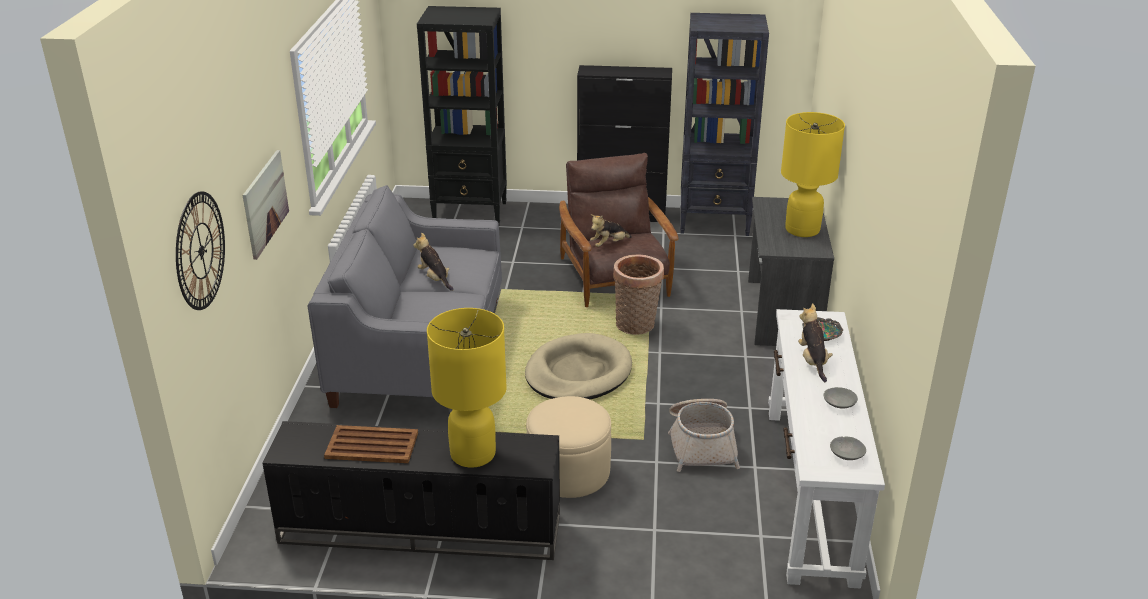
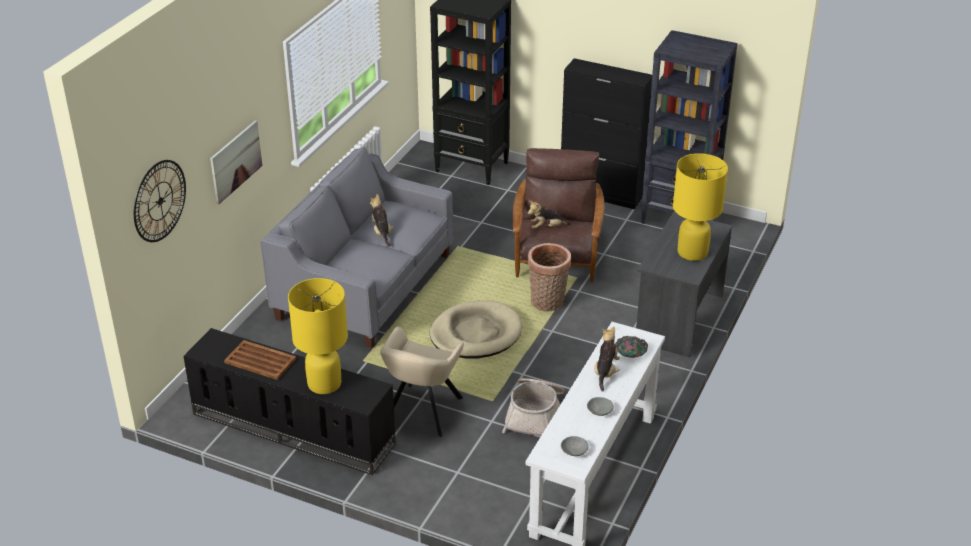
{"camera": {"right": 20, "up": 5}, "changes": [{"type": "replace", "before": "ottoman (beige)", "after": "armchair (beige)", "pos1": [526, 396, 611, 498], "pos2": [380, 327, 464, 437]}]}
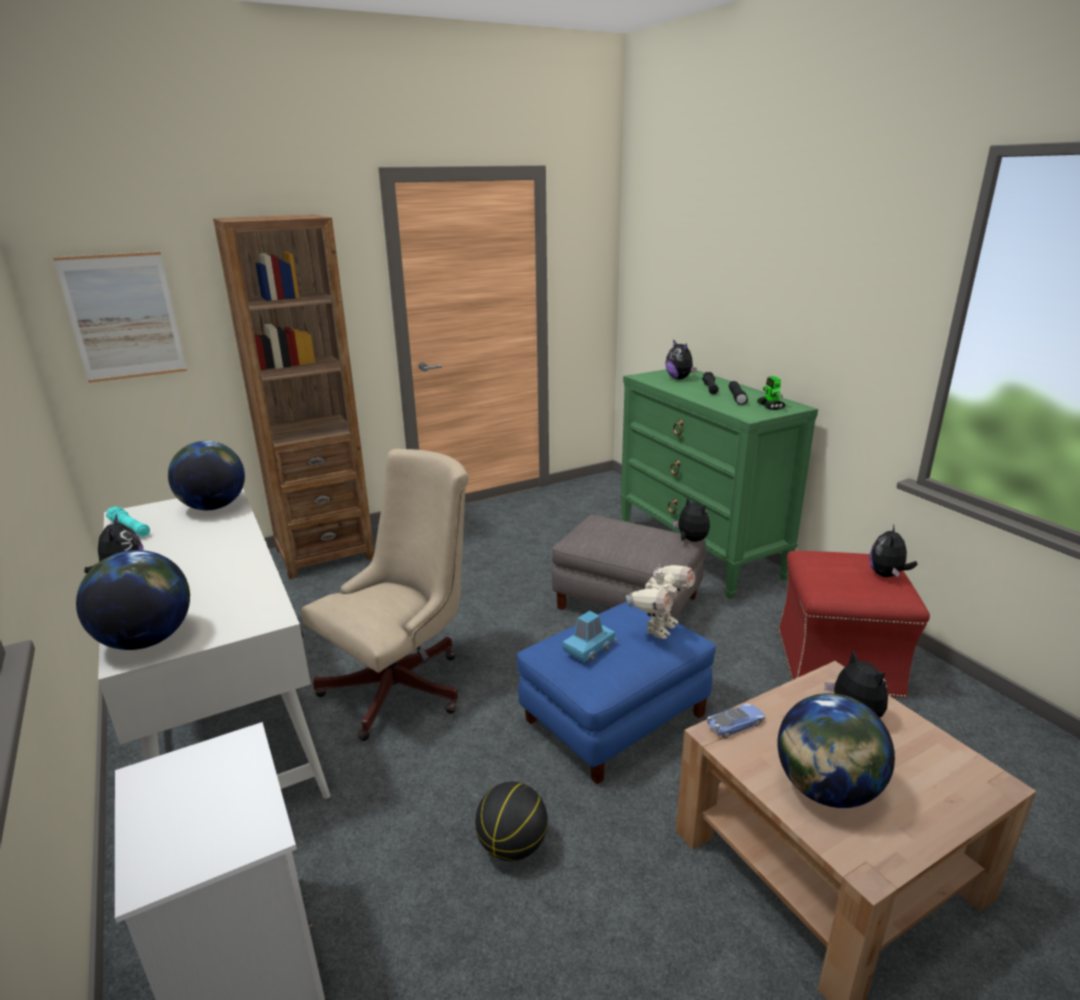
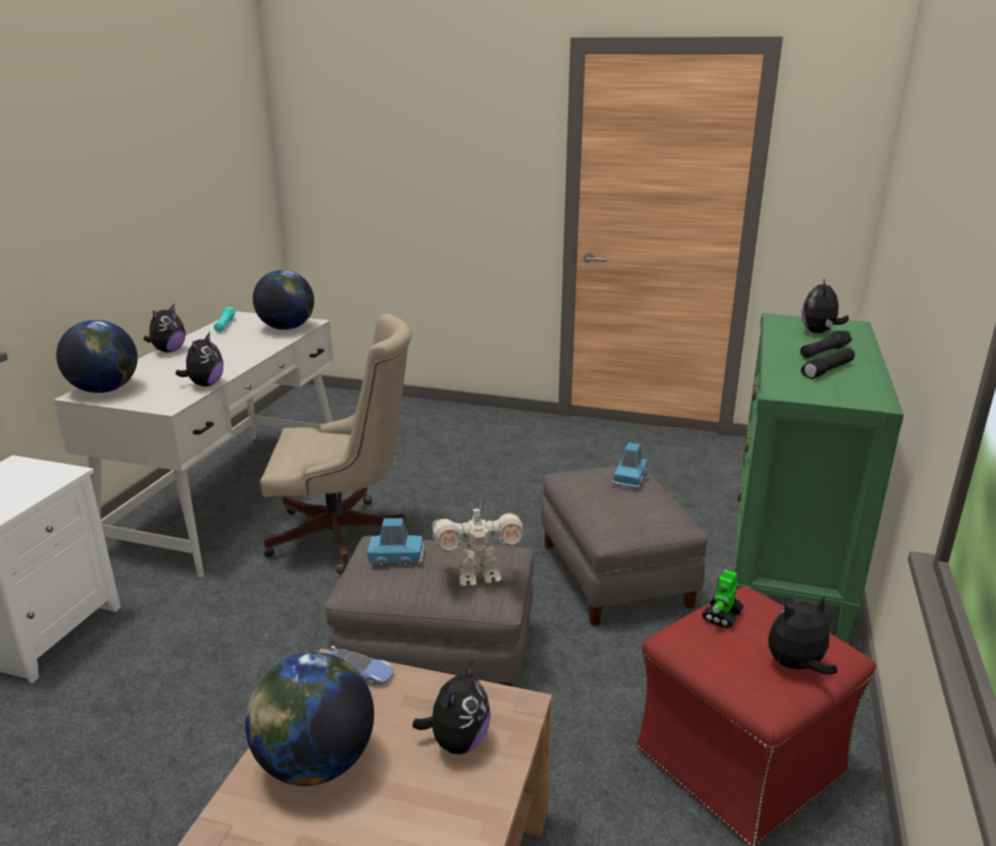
{"camera": {"right": 45, "up": 0}, "changes": [{"type": "delete", "before": "bookcase (brown)", "pos1": [213, 215, 374, 579]}, {"type": "delete", "before": "picture", "pos1": [53, 252, 187, 383]}, {"type": "move", "before": "toy robot", "pos1": [757, 376, 785, 410], "pos2": [702, 569, 744, 628]}, {"type": "move", "before": "plush toy", "pos1": [673, 497, 710, 542], "pos2": [176, 332, 224, 387]}, {"type": "recolor", "before": "ottoman (blue)", "after": "ottoman (grey)", "pos1": [517, 601, 716, 784], "pos2": [325, 536, 534, 687]}, {"type": "delete", "before": "basketball", "pos1": [475, 782, 548, 861]}, {"type": "insert", "after": "toy car (blue)", "pos2": [612, 443, 647, 488]}]}
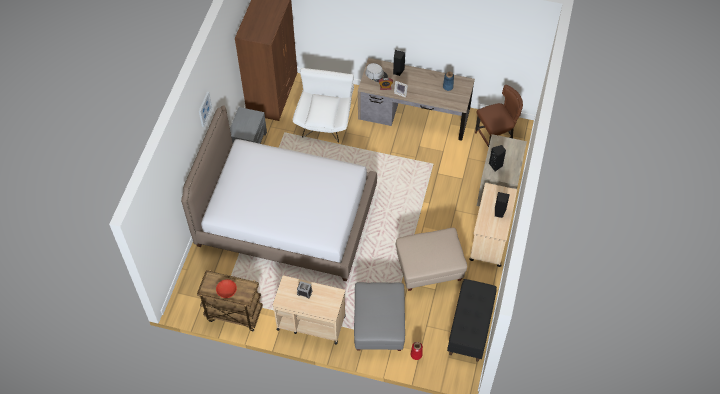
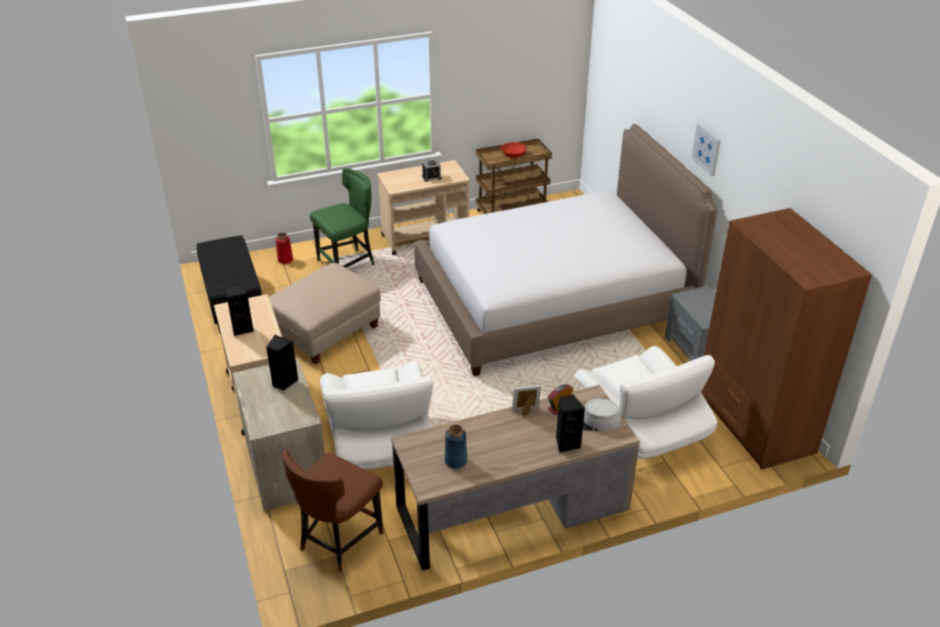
{"camera": {"right": 145, "up": -20}, "changes": [{"type": "replace", "before": "ottoman (grey)", "after": "chair (green)", "pos1": [354, 282, 405, 351], "pos2": [310, 168, 375, 268]}, {"type": "insert", "after": "armchair (white)", "pos2": [320, 361, 433, 470]}]}
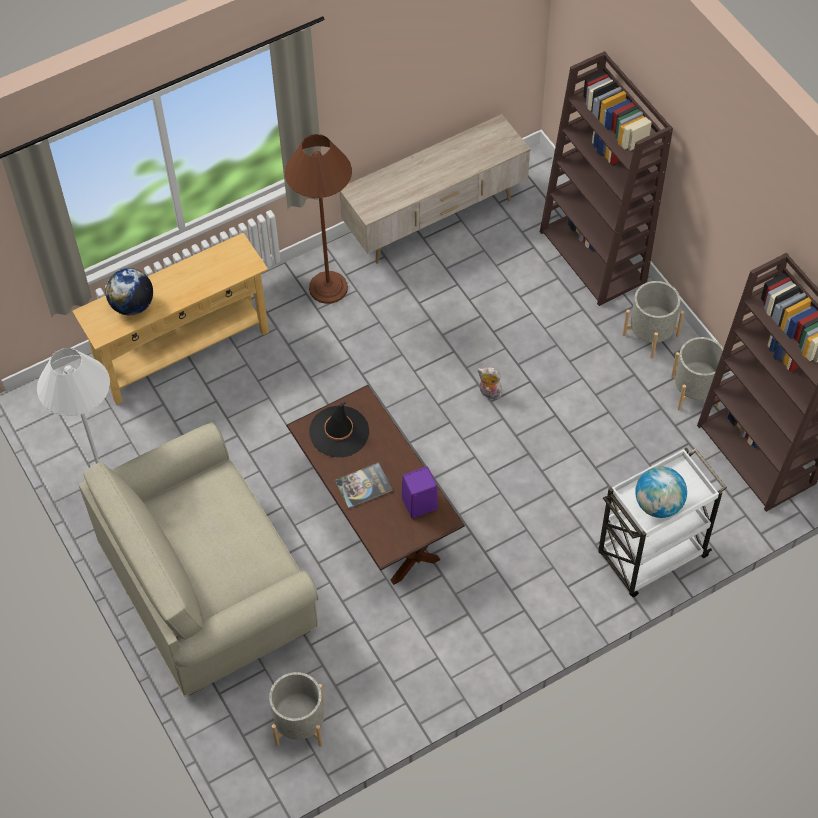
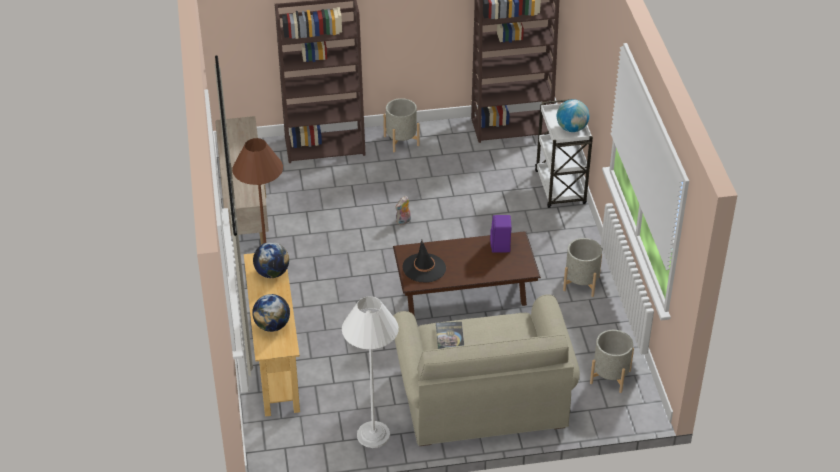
{"camera": {"right": -70, "up": -15}, "changes": [{"type": "move", "before": "planter (grey)", "pos1": [671, 337, 724, 411], "pos2": [563, 238, 602, 297]}, {"type": "move", "before": "book", "pos1": [335, 462, 393, 509], "pos2": [436, 322, 464, 349]}, {"type": "insert", "after": "globe", "pos2": [253, 242, 289, 278]}]}
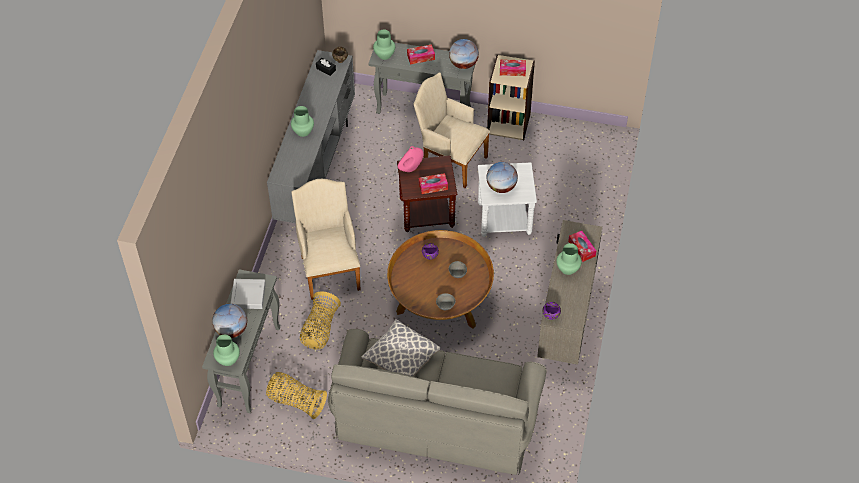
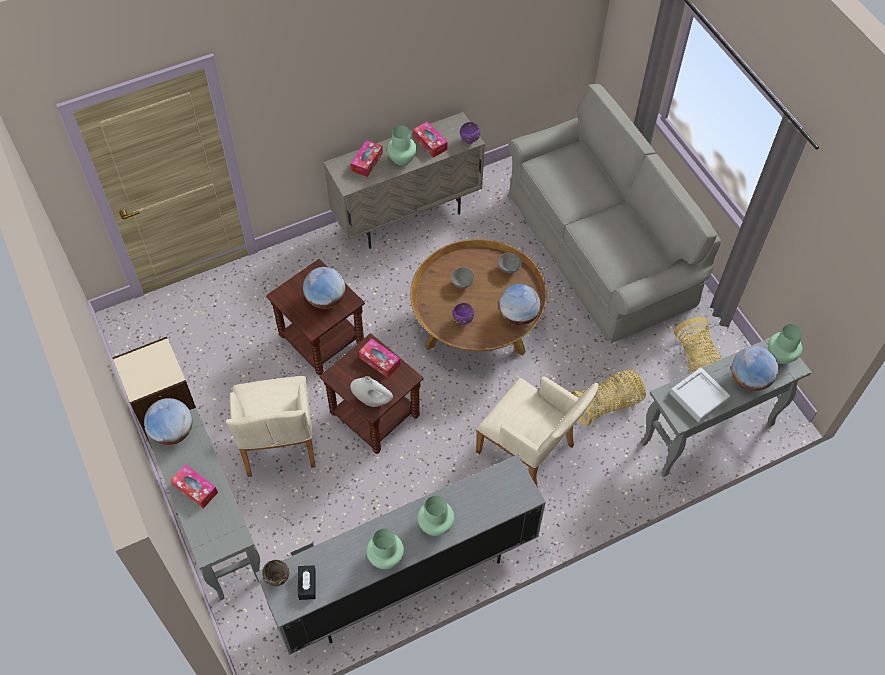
{"camera": {"right": -130, "up": 5}, "changes": [{"type": "move", "before": "vase (green)", "pos1": [373, 30, 395, 60], "pos2": [366, 529, 404, 569]}, {"type": "move", "before": "tissue box", "pos1": [500, 59, 526, 76], "pos2": [413, 121, 448, 157]}, {"type": "recolor", "before": "vase (pink)", "after": "vase (white)", "pos1": [398, 146, 424, 172], "pos2": [350, 376, 393, 407]}, {"type": "recolor", "before": "side table (white)", "after": "side table (brown)", "pos1": [478, 162, 537, 237], "pos2": [266, 259, 365, 376]}, {"type": "rotate", "before": "armchair (beige)", "pos1": [291, 179, 361, 300], "pos2": [476, 376, 599, 488], "turn": -90}, {"type": "delete", "before": "pillow", "pos1": [361, 319, 441, 377]}, {"type": "insert", "after": "globe", "pos2": [499, 284, 541, 325]}]}
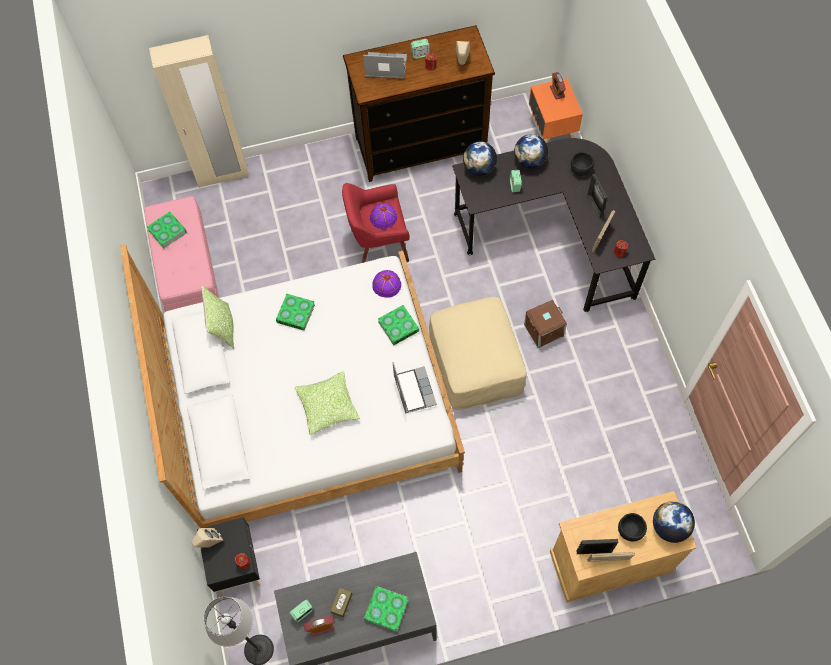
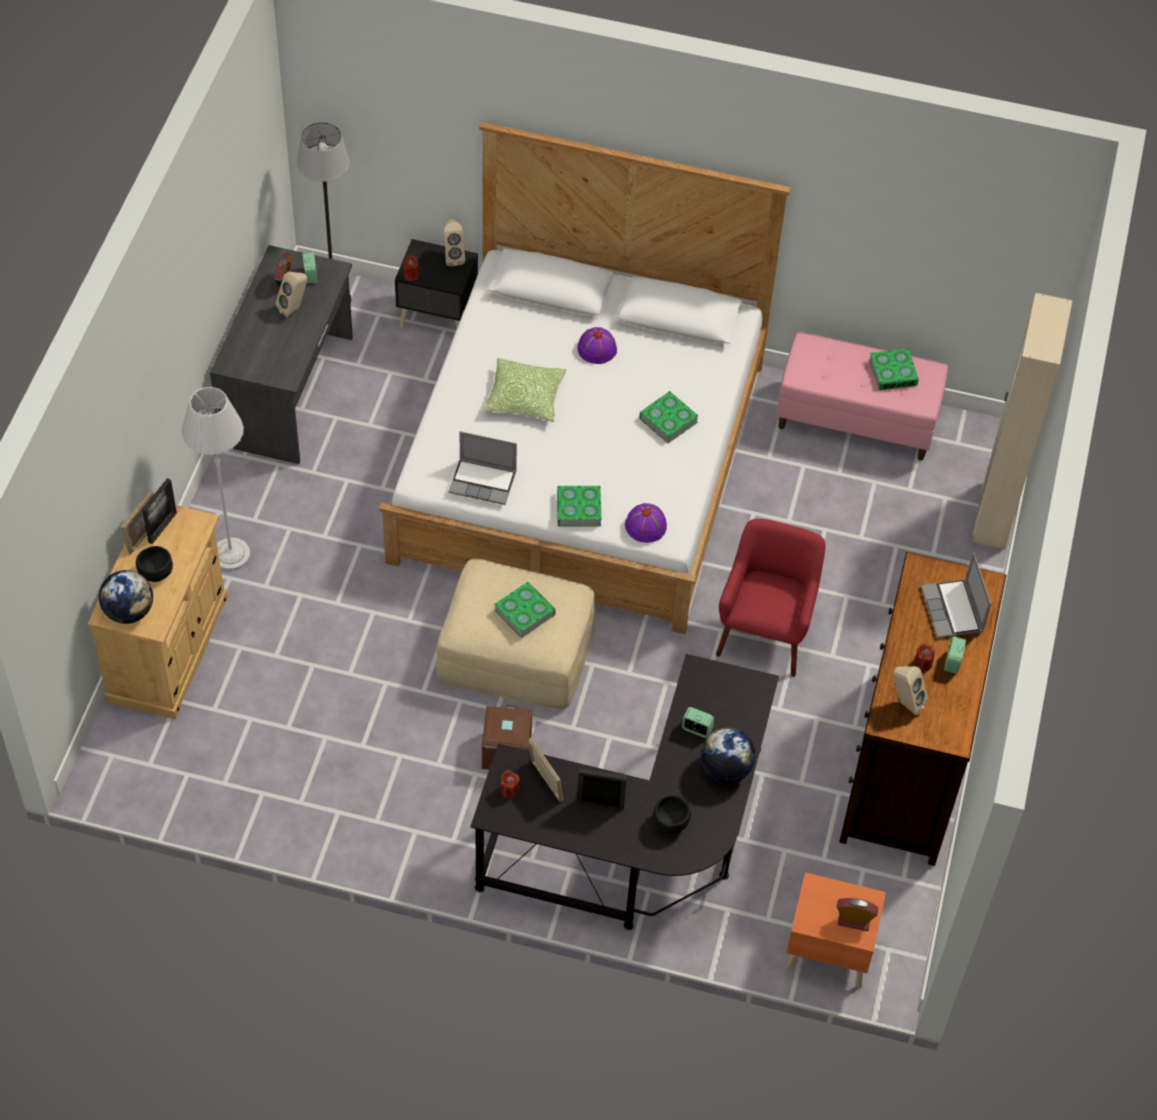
{"camera": {"right": 115, "up": -10}, "changes": [{"type": "rotate", "before": "laptop", "pos1": [363, 52, 407, 79], "pos2": [921, 552, 991, 638], "turn": 135}, {"type": "delete", "before": "globe", "pos1": [463, 141, 497, 176]}, {"type": "move", "before": "hat (purple)", "pos1": [370, 203, 397, 229], "pos2": [577, 327, 617, 364]}, {"type": "delete", "before": "pillow", "pos1": [202, 285, 234, 349]}, {"type": "move", "before": "book", "pos1": [364, 586, 409, 632], "pos2": [494, 582, 556, 638]}, {"type": "replace", "before": "tissue box (brown)", "after": "speaker (beige)", "pos1": [330, 588, 352, 617], "pos2": [275, 272, 307, 318]}, {"type": "insert", "after": "floor lamp (grey)", "pos2": [182, 387, 250, 571]}]}
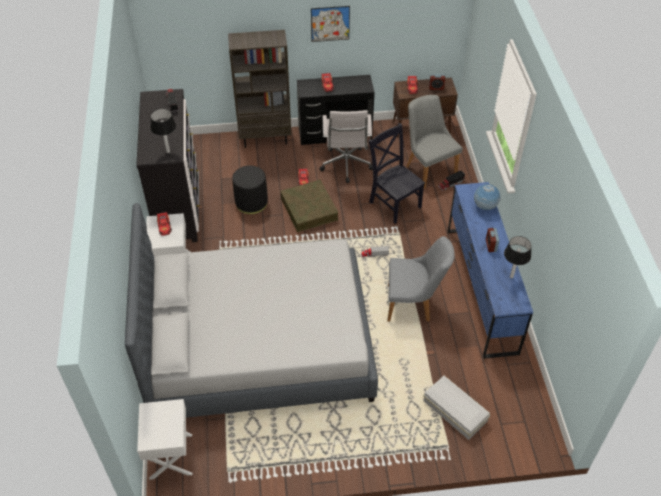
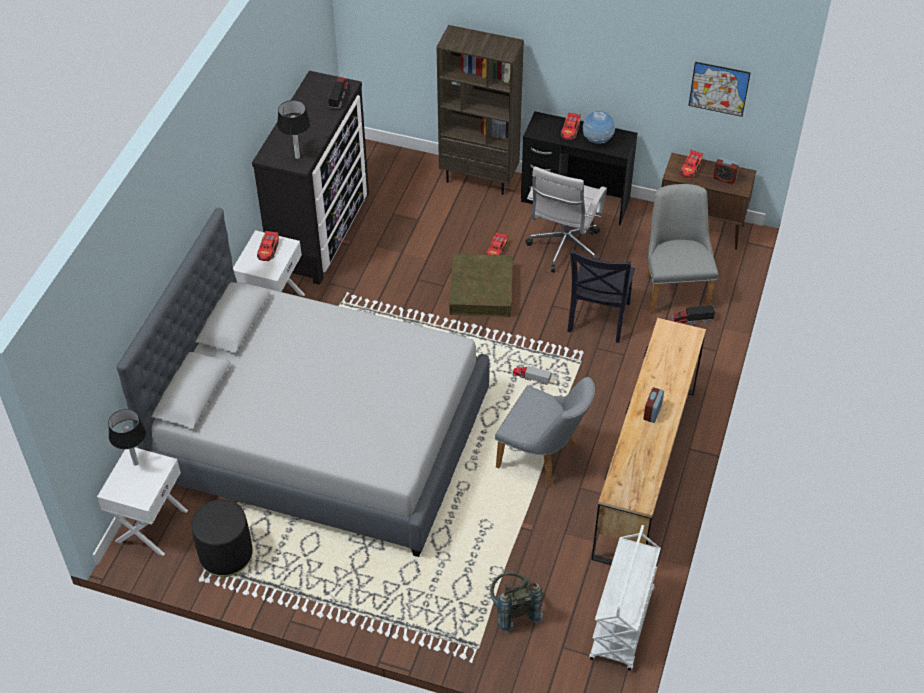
{"camera": {"right": 25, "up": 0}, "changes": [{"type": "move", "before": "picture", "pos1": [311, 6, 350, 42], "pos2": [688, 62, 751, 117]}, {"type": "rotate", "before": "chair (black)", "pos1": [369, 123, 425, 224], "pos2": [567, 249, 635, 343], "turn": -150}, {"type": "move", "before": "ottoman (black)", "pos1": [232, 166, 268, 214], "pos2": [191, 499, 253, 577]}, {"type": "recolor", "before": "dresser (blue)", "after": "dresser (brown)", "pos1": [448, 182, 533, 359], "pos2": [592, 318, 706, 565]}, {"type": "move", "before": "globe", "pos1": [474, 184, 501, 210], "pos2": [583, 111, 615, 144]}, {"type": "move", "before": "table lamp", "pos1": [504, 236, 531, 278], "pos2": [108, 409, 146, 466]}, {"type": "replace", "before": "storage box (white)", "after": "backpack (grey)", "pos1": [423, 376, 490, 440], "pos2": [490, 572, 543, 632]}, {"type": "insert", "after": "cart (white)", "pos2": [590, 525, 661, 671]}]}
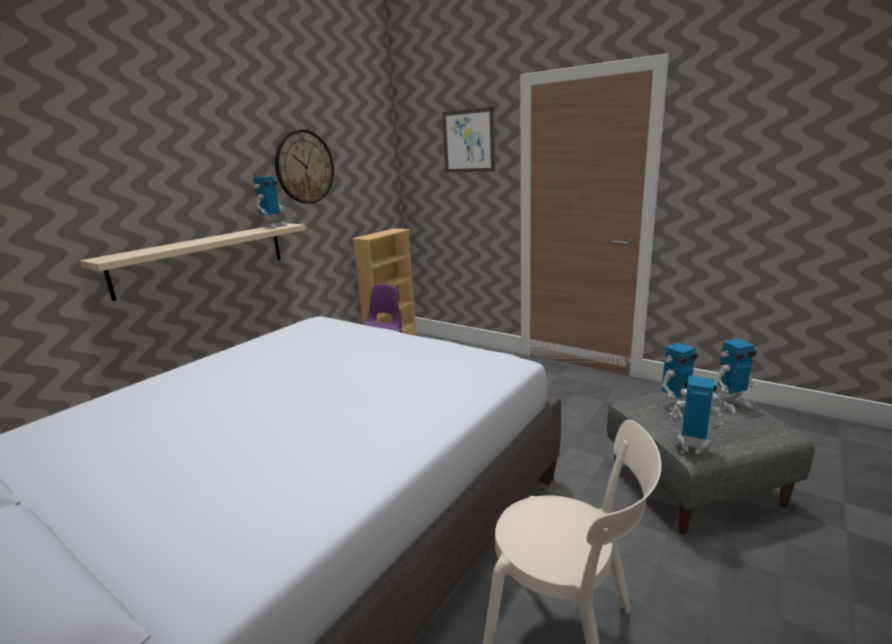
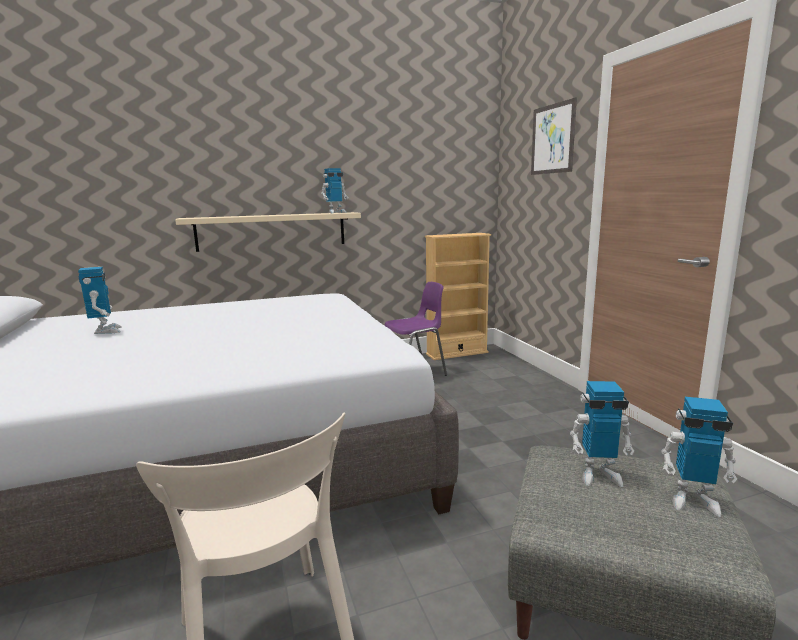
{"camera": {"right": 35, "up": -5}, "changes": [{"type": "delete", "before": "wall clock", "pos1": [275, 130, 334, 204]}, {"type": "move", "before": "toy robot", "pos1": [670, 375, 723, 454], "pos2": [78, 267, 122, 334]}]}
